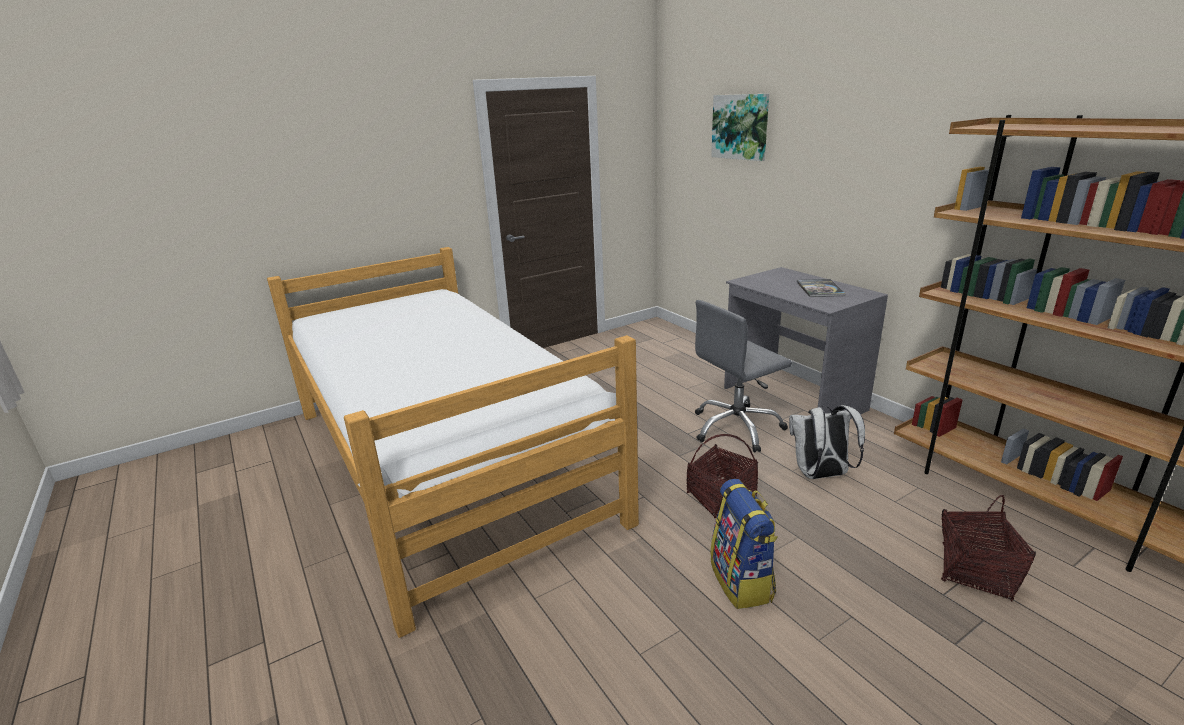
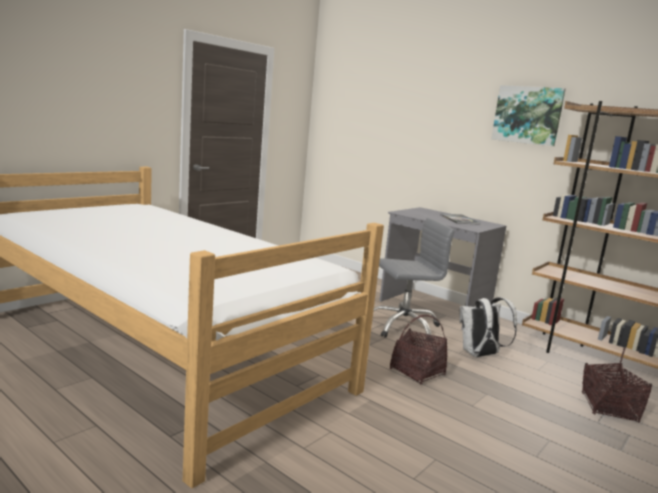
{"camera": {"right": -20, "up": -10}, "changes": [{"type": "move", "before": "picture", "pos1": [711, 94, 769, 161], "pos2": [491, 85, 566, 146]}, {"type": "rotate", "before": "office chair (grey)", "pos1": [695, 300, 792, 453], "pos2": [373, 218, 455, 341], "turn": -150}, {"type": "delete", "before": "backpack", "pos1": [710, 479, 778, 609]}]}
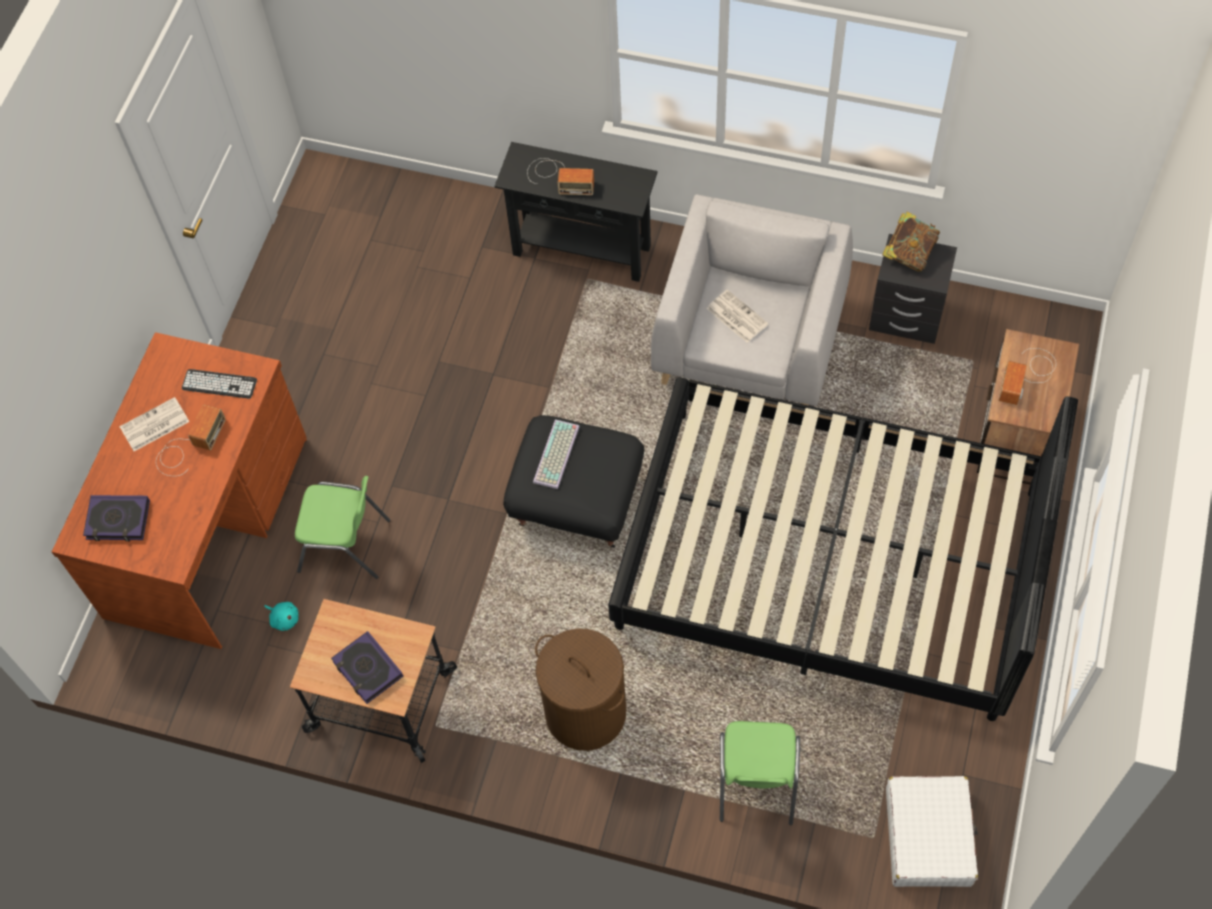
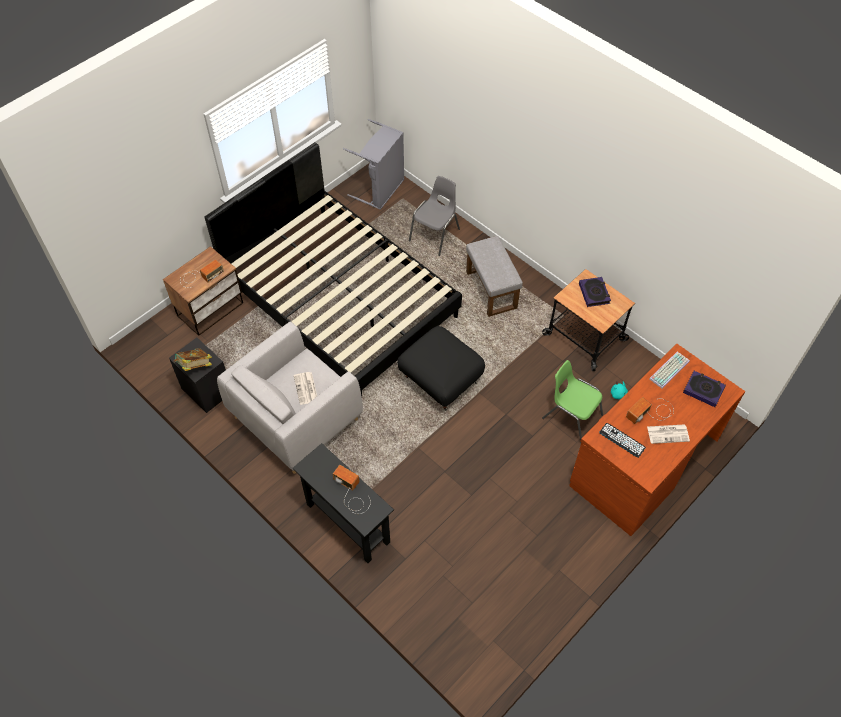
{"camera": {"right": -155, "up": -5}, "changes": [{"type": "move", "before": "keyboard", "pos1": [533, 419, 580, 489], "pos2": [649, 351, 690, 388]}, {"type": "replace", "before": "laundry basket (brown)", "after": "ottoman (grey)", "pos1": [535, 628, 626, 751], "pos2": [466, 236, 523, 317]}, {"type": "recolor", "before": "chair (green)", "after": "chair (grey)", "pos1": [720, 721, 800, 825], "pos2": [409, 176, 460, 256]}, {"type": "replace", "before": "suitcase (white)", "after": "laundry basket (grey)", "pos1": [886, 776, 978, 887], "pos2": [343, 119, 404, 210]}]}
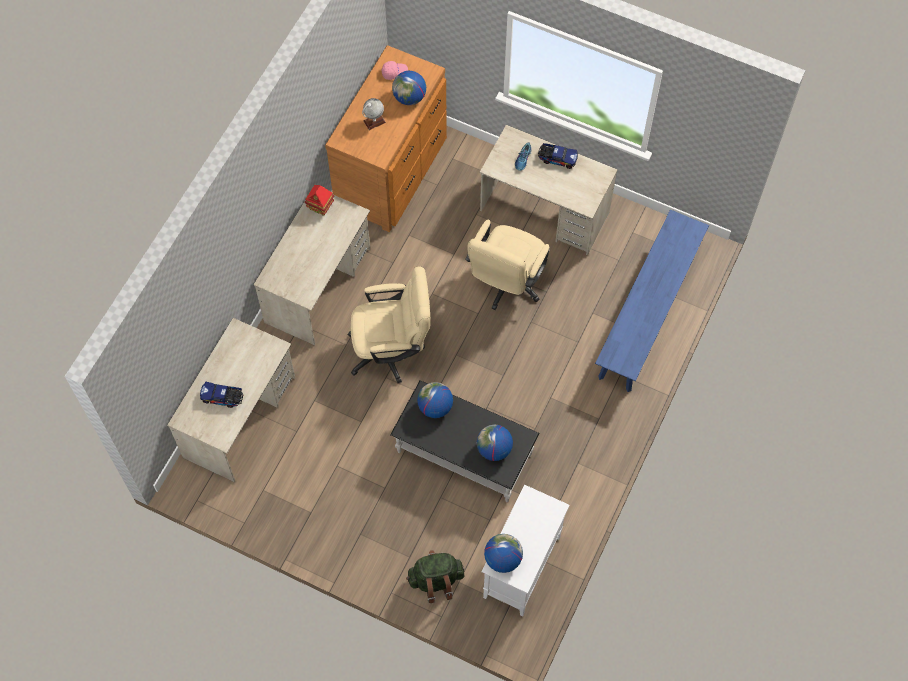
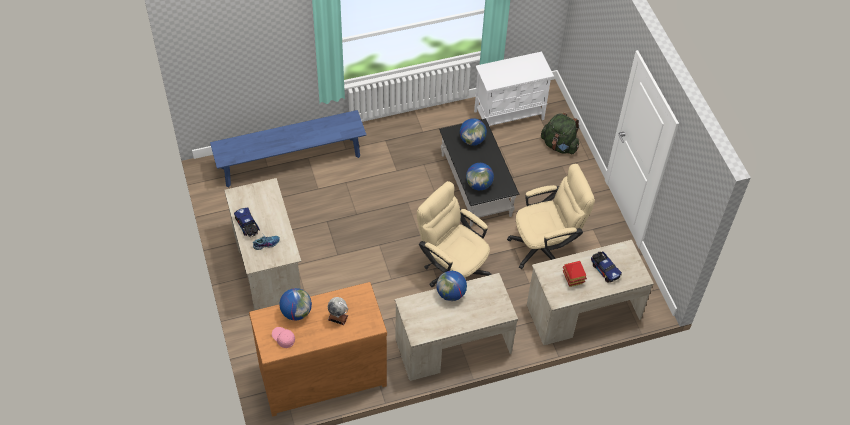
{"camera": {"right": -135, "up": -10}, "changes": [{"type": "move", "before": "toy house", "pos1": [305, 185, 334, 216], "pos2": [563, 261, 587, 287]}, {"type": "move", "before": "office chair (beige)", "pos1": [465, 220, 550, 310], "pos2": [507, 164, 595, 269]}, {"type": "move", "before": "globe", "pos1": [484, 534, 523, 573], "pos2": [436, 271, 467, 301]}]}
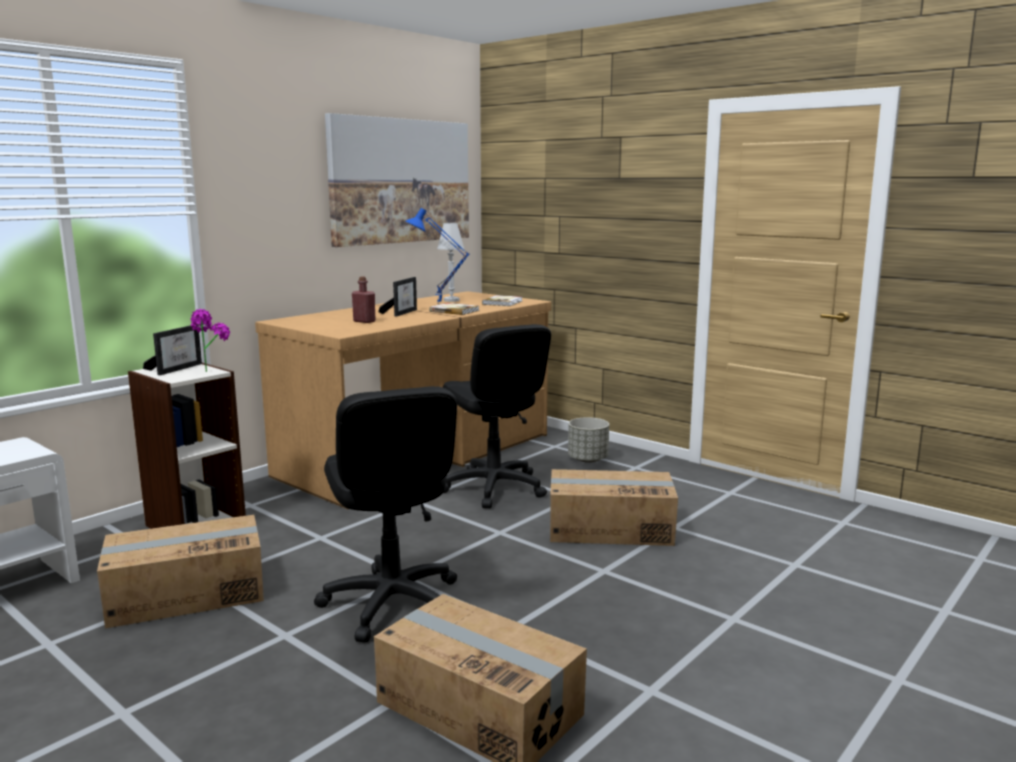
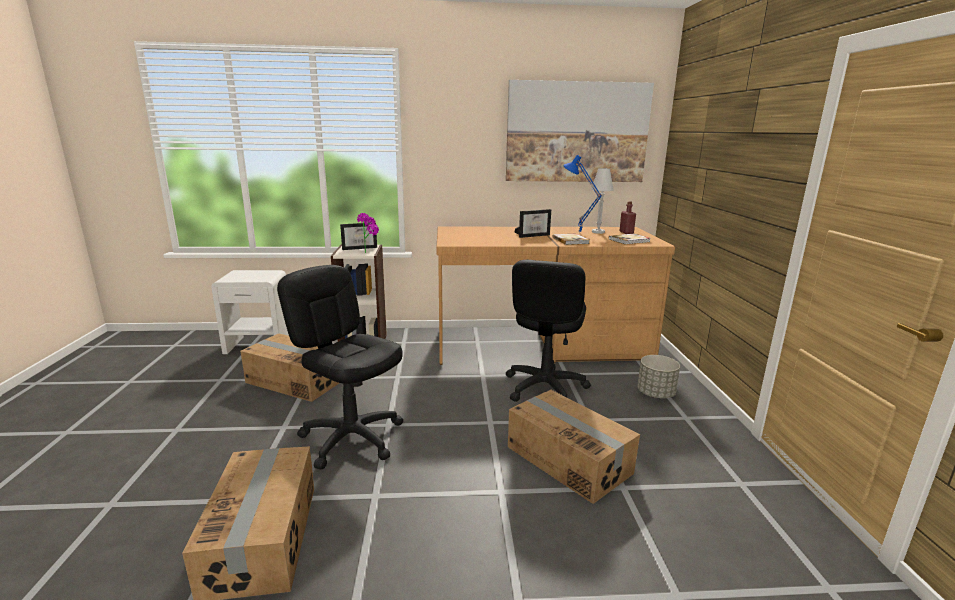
{"camera": {"right": 45, "up": 5}, "changes": [{"type": "move", "before": "bottle (red)", "pos1": [352, 276, 376, 323], "pos2": [619, 201, 636, 234]}, {"type": "rotate", "before": "office chair (black)", "pos1": [314, 386, 457, 643], "pos2": [277, 265, 403, 470], "turn": 105}]}
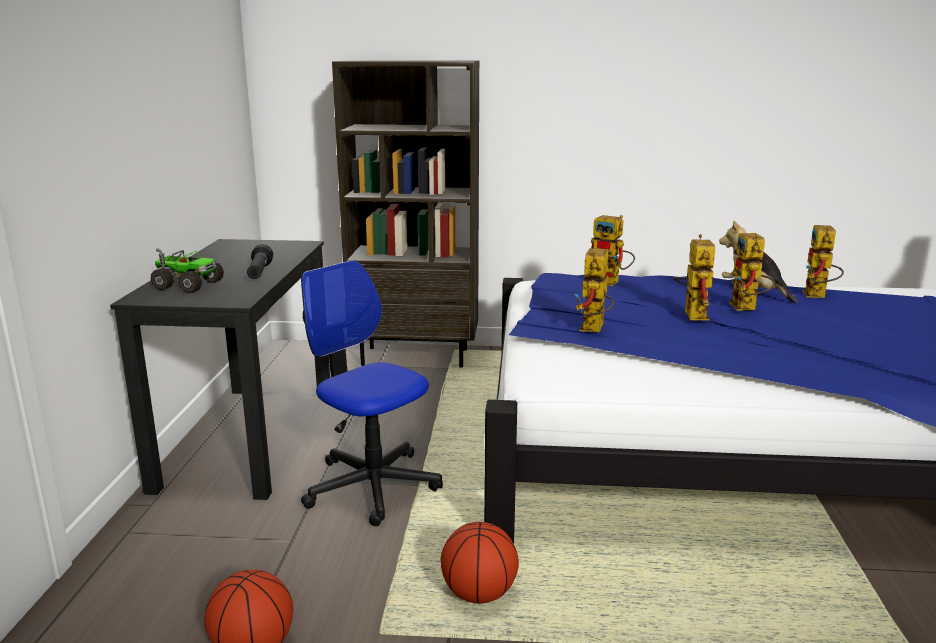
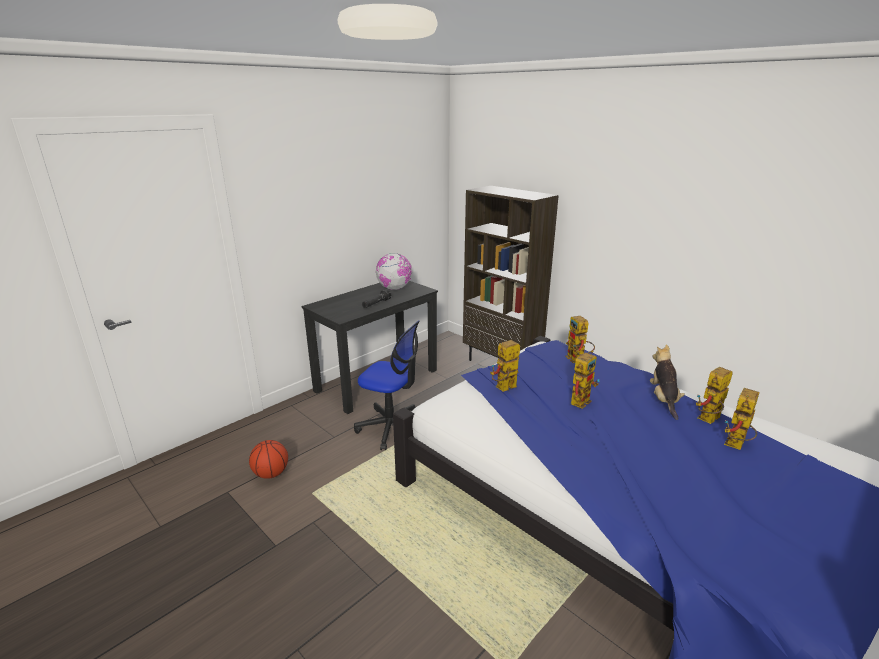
{"camera": {"right": 40, "up": 5}, "changes": [{"type": "move", "before": "toy robot", "pos1": [729, 233, 775, 311], "pos2": [724, 388, 759, 450]}, {"type": "delete", "before": "toy truck", "pos1": [150, 248, 224, 293]}, {"type": "rotate", "before": "office chair", "pos1": [301, 260, 443, 526], "pos2": [354, 320, 420, 450], "turn": 120}, {"type": "delete", "before": "basketball", "pos1": [440, 522, 519, 604]}, {"type": "insert", "after": "globe", "pos2": [376, 253, 412, 290]}]}
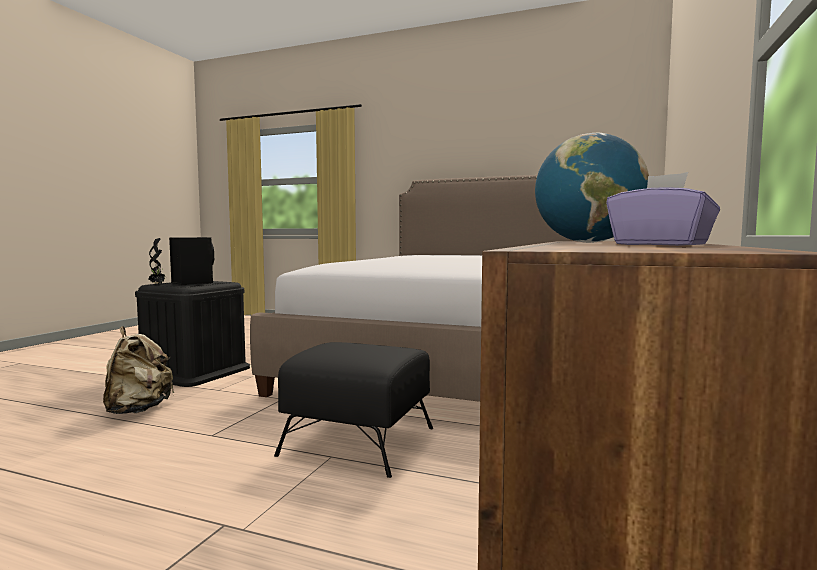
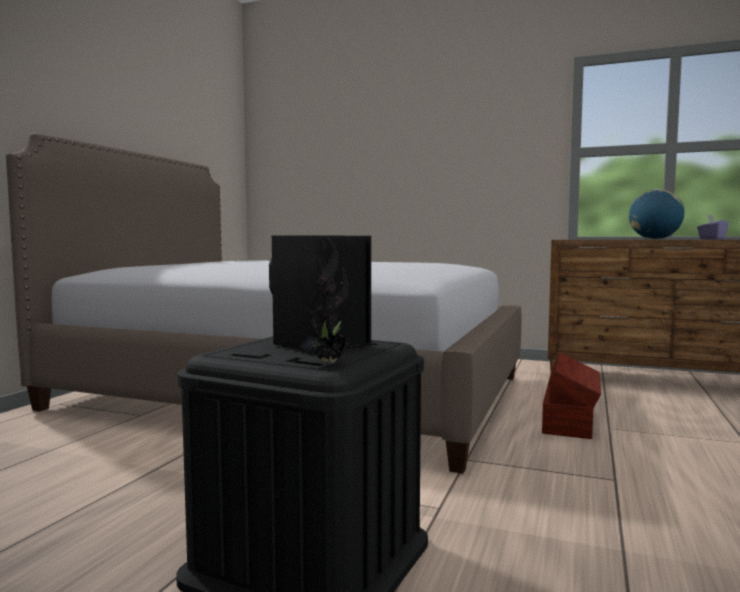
{"camera": {"right": -90, "up": 0}, "changes": [{"type": "delete", "before": "backpack (beige)", "pos1": [103, 326, 174, 414]}, {"type": "replace", "before": "ottoman (black)", "after": "storage box (brown)", "pos1": [274, 342, 433, 478], "pos2": [542, 352, 601, 439]}]}
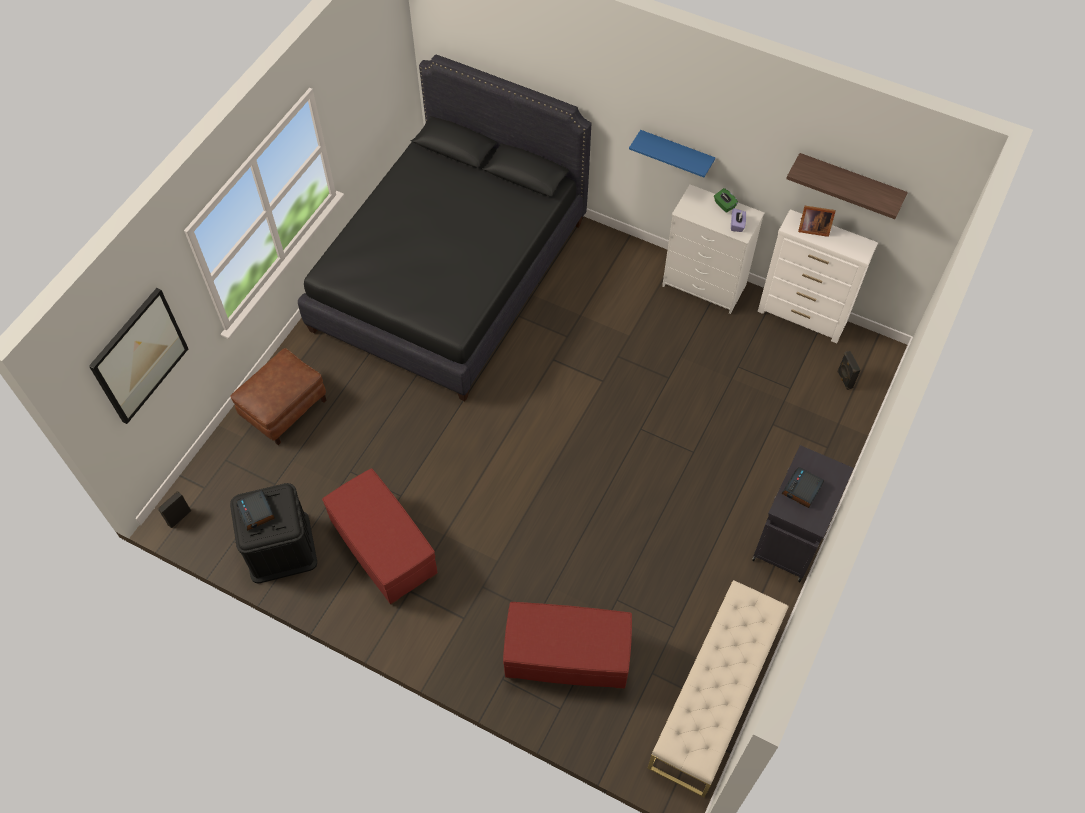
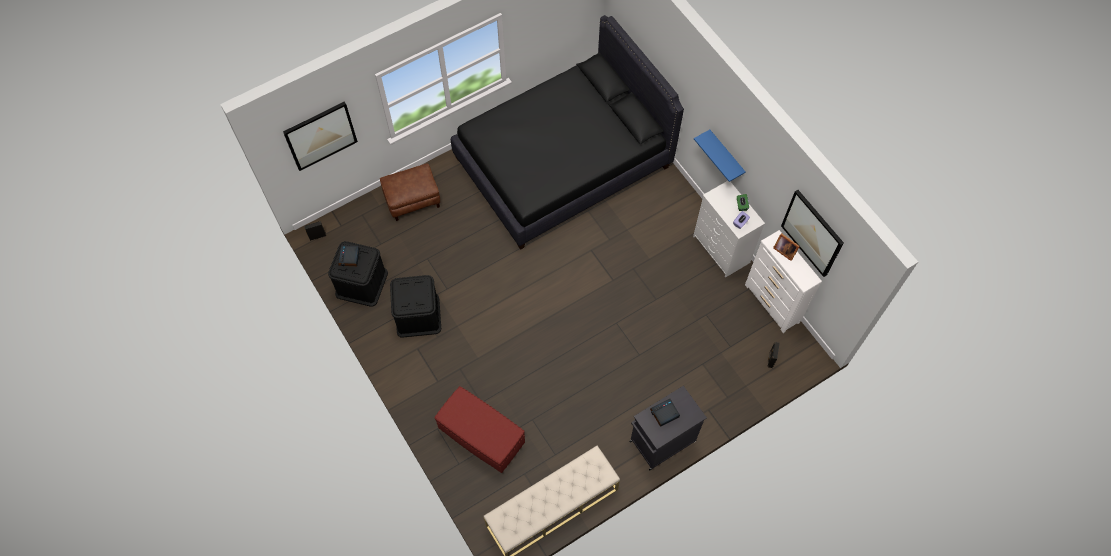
{"camera": {"right": 30, "up": 5}, "changes": [{"type": "replace", "before": "shelf", "after": "picture", "pos1": [786, 153, 908, 219], "pos2": [781, 190, 844, 277]}, {"type": "replace", "before": "ottoman (red)", "after": "storage box (black)", "pos1": [322, 468, 438, 605], "pos2": [390, 275, 441, 338]}]}
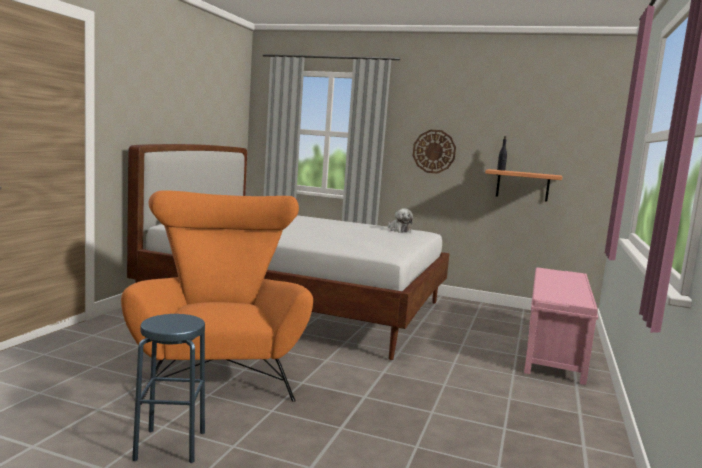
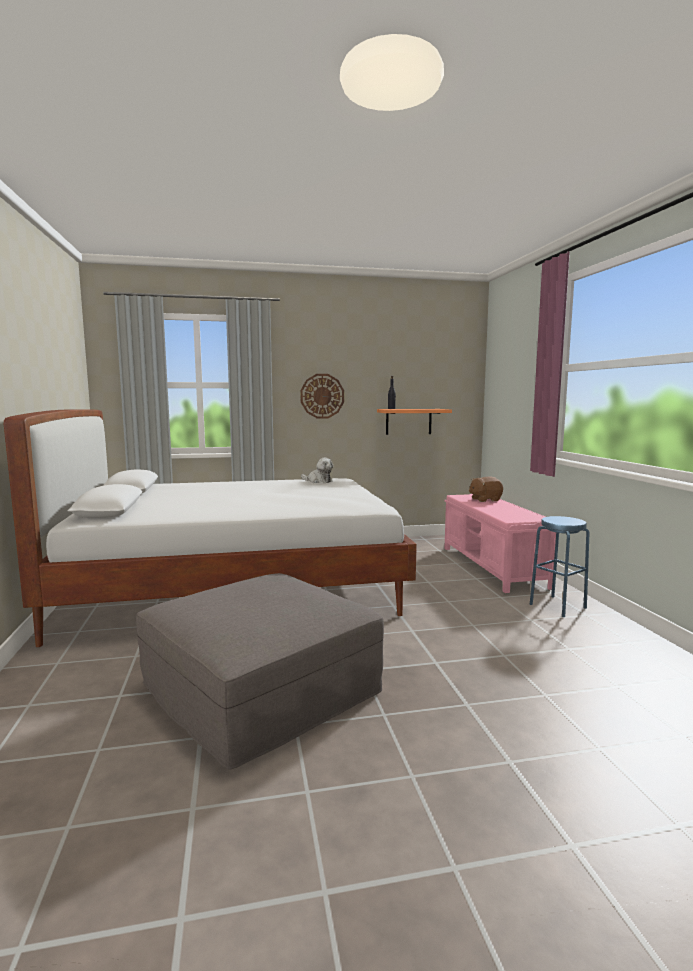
{"camera": {"right": -30, "up": 0}, "changes": [{"type": "replace", "before": "armchair (orange)", "after": "ottoman (grey)", "pos1": [121, 190, 313, 405], "pos2": [136, 573, 384, 770]}, {"type": "move", "before": "stool (blue)", "pos1": [132, 314, 205, 463], "pos2": [530, 516, 590, 617]}, {"type": "insert", "after": "plush toy (brown)", "pos2": [469, 477, 503, 502]}]}
